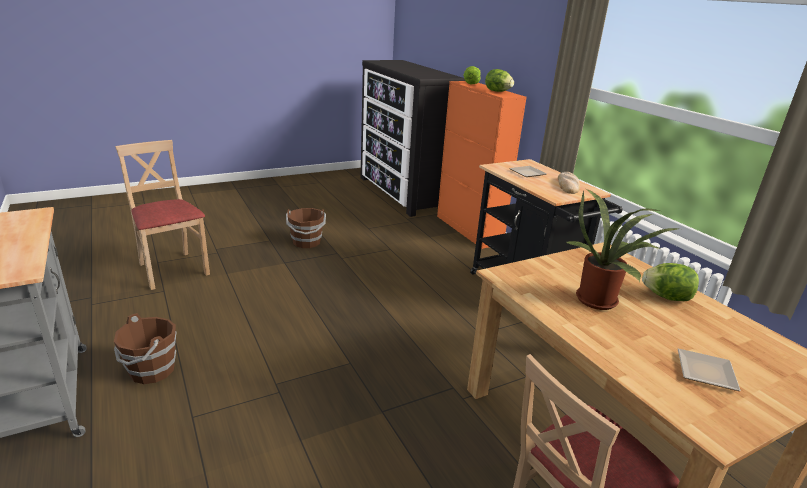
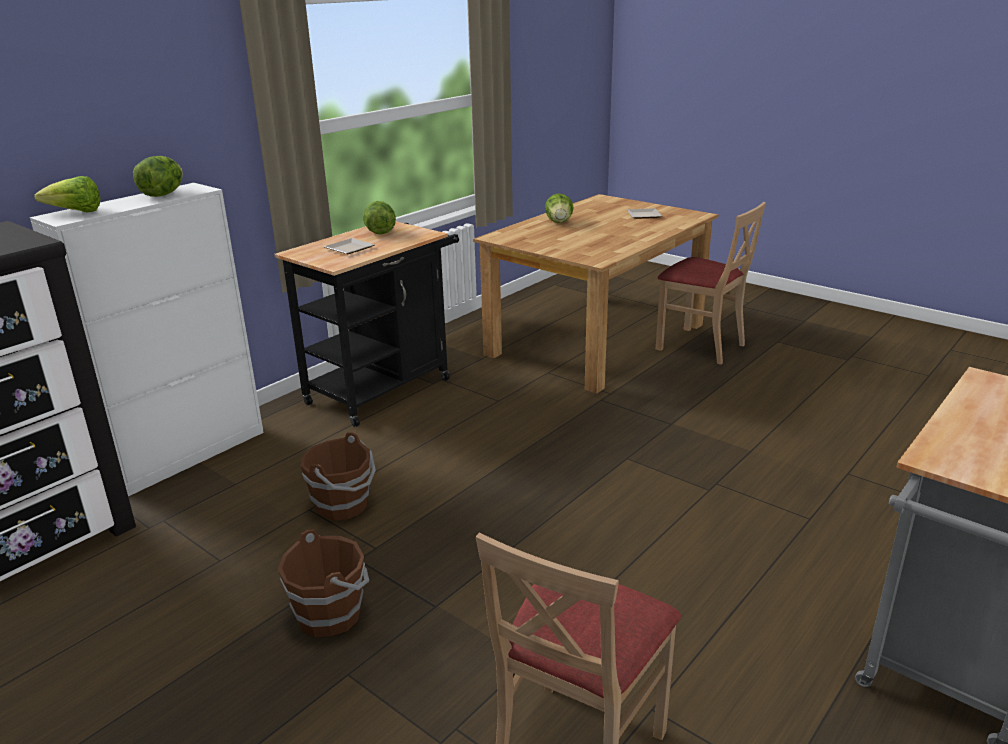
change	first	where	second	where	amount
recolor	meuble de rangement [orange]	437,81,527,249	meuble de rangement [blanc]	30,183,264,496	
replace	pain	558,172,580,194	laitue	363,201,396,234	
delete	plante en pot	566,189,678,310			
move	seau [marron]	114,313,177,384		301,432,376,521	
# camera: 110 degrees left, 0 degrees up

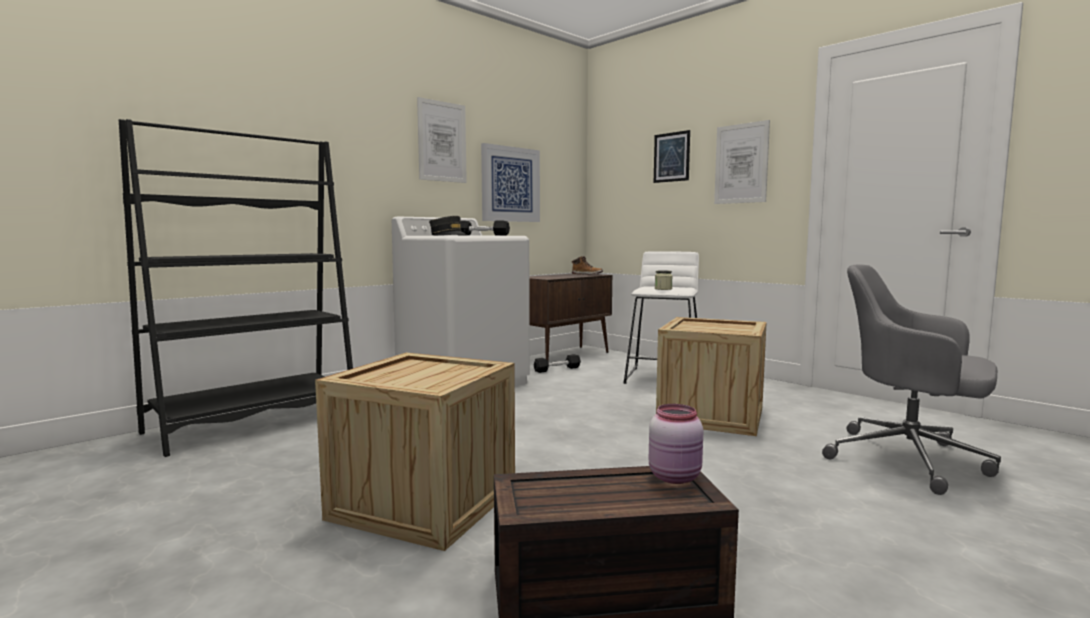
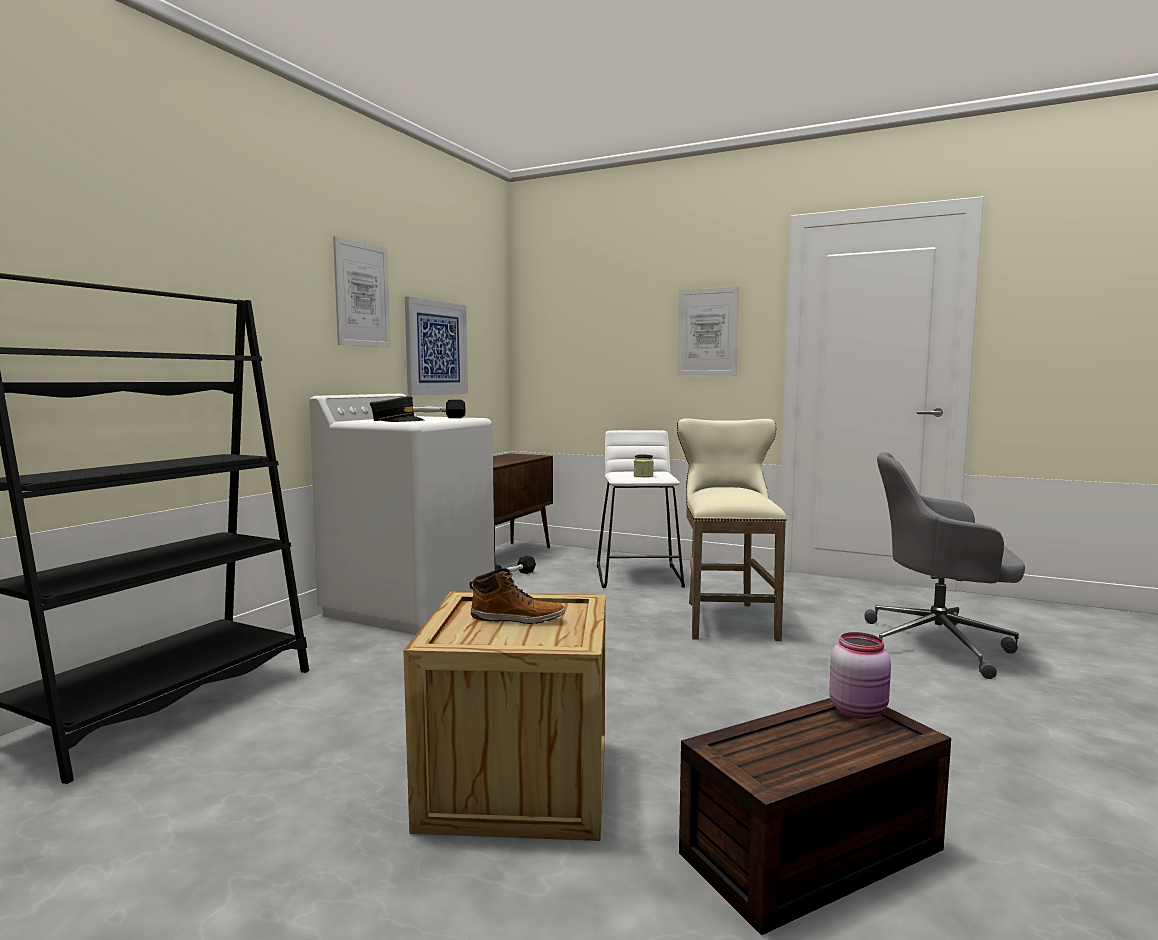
change	first	where	second	where	amount
delete	tableau	654,130,690,183			
move	botte	572,256,603,275		469,568,565,624	
replace	caisse	656,317,767,436	tabouret [beige]	677,418,787,641	
# camera: 20 degrees left, 0 degrees up

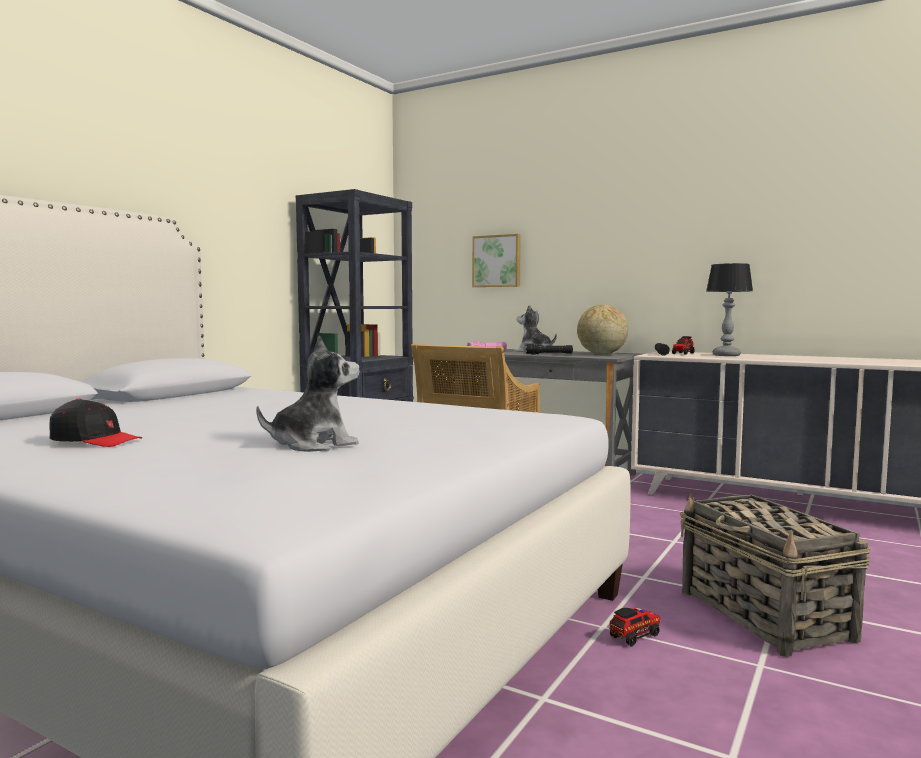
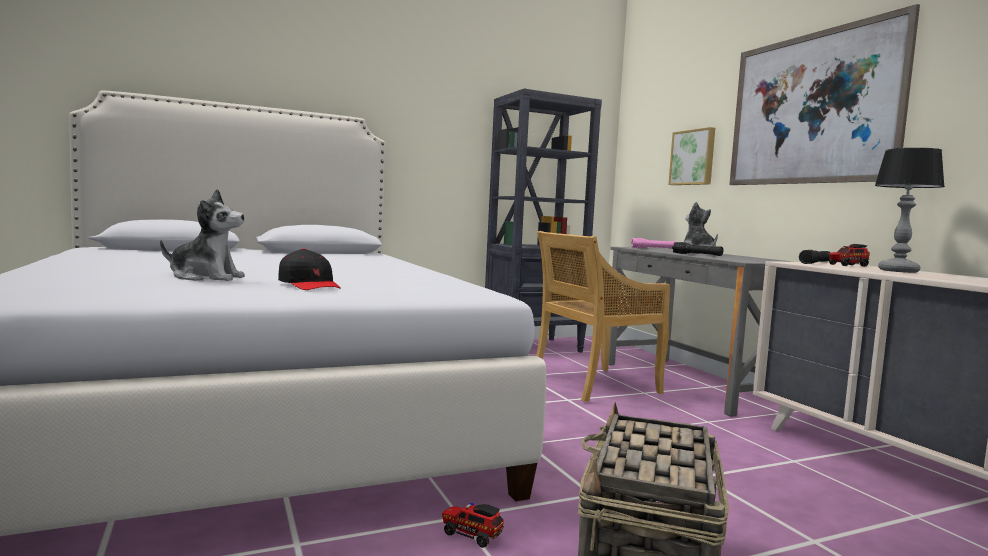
change	first	where	second	where	amount
delete	globe	577,304,628,355			
move	casquette [noir]	50,398,142,447		278,248,341,290	
rotate	camion jouet	610,608,660,646		442,503,504,548	150 degrees counterclockwise
insert			tableau	729,4,920,185	
# camera: 35 degrees right, 0 degrees up

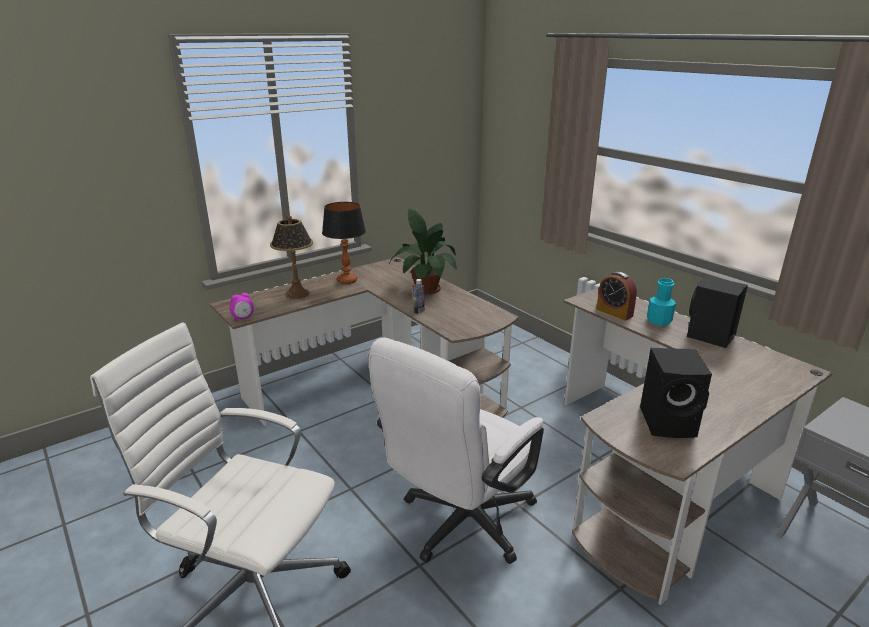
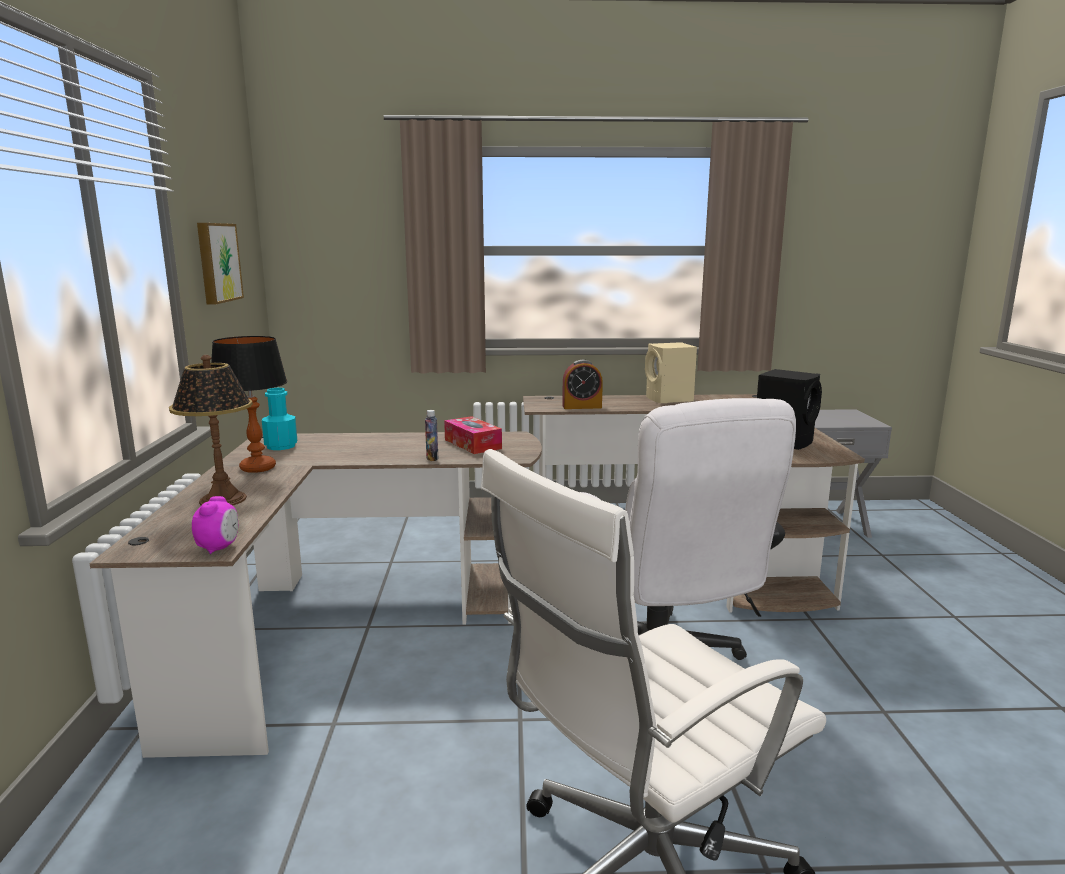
change	first	where	second	where	amount
delete	plante en pot	389,209,457,295			
recolor	enceinte [noir]	687,276,748,348	enceinte [beige]	645,342,697,403	
move	bouteille [turquoise]	647,278,676,326		262,388,297,450	
insert			tableau	197,223,244,305	
insert			boîte à mouchoirs	444,416,502,454	
# camera: 55 degrees left, 10 degrees down

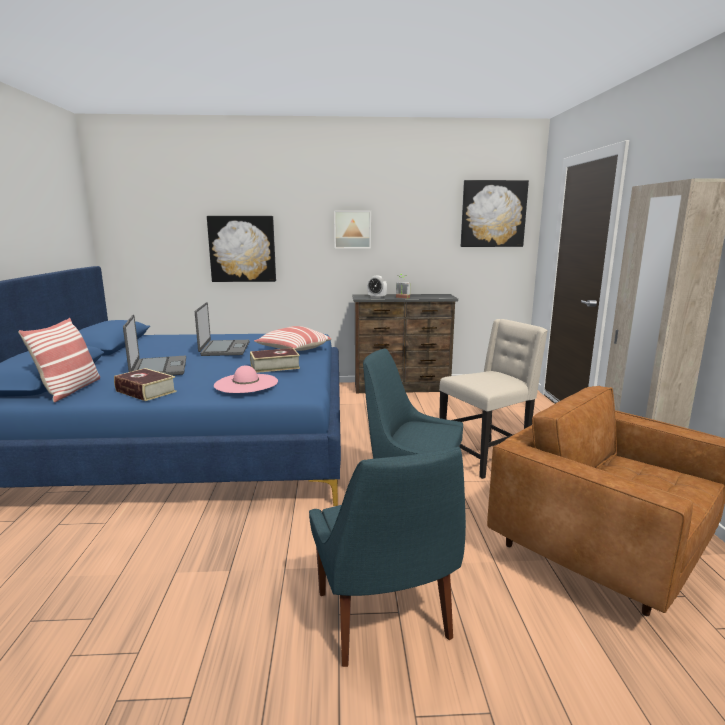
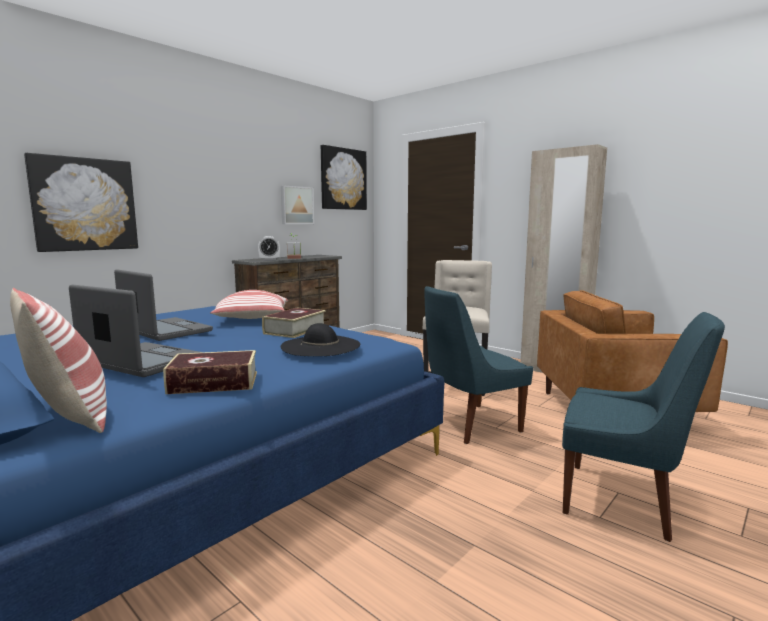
change	first	where	second	where	amount
move	tableau	334,210,371,249		281,185,314,224	
recolor	chapeau [rose]	214,365,278,393	chapeau [noir]	281,323,360,356	
# camera: 45 degrees left, 5 degrees down

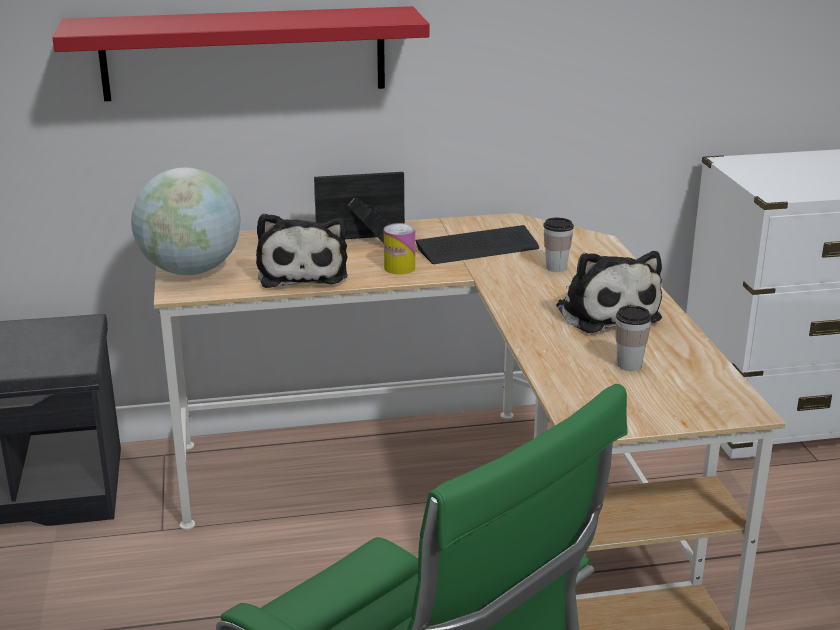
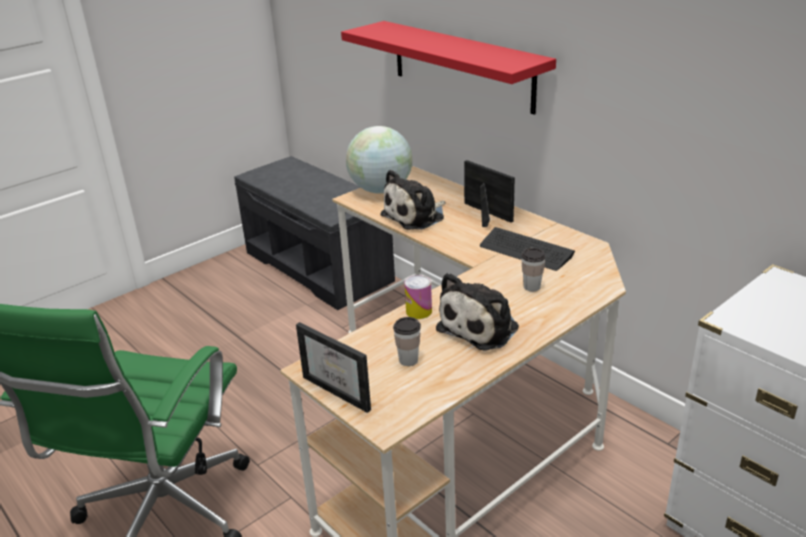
change	first	where	second	where	amount
move	boîte métallique	384,223,415,274		405,275,432,319	
insert			cadre photo	296,322,371,413	
# camera: 60 degrees right, 5 degrees up

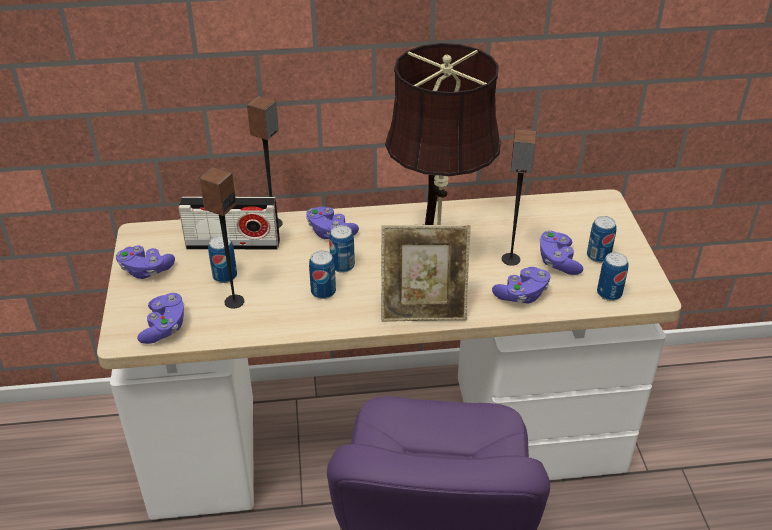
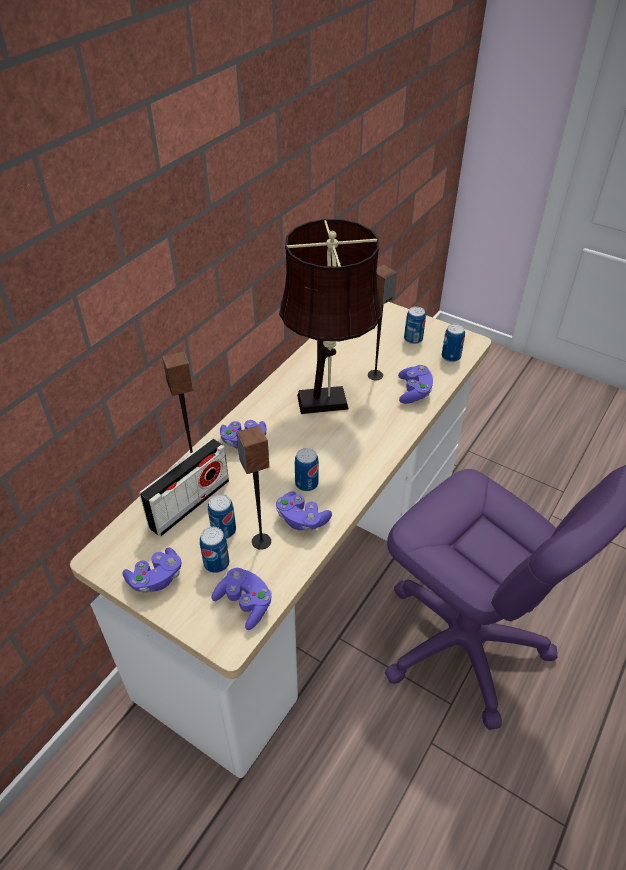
change	first	where	second	where	amount
move	boîte métallique	329,225,355,273		200,527,229,573	
delete	cadre photo	381,225,471,322			
move	manette [violet]	539,231,583,275		276,491,332,531	
# camera: 50 degrees left, 5 degrees up

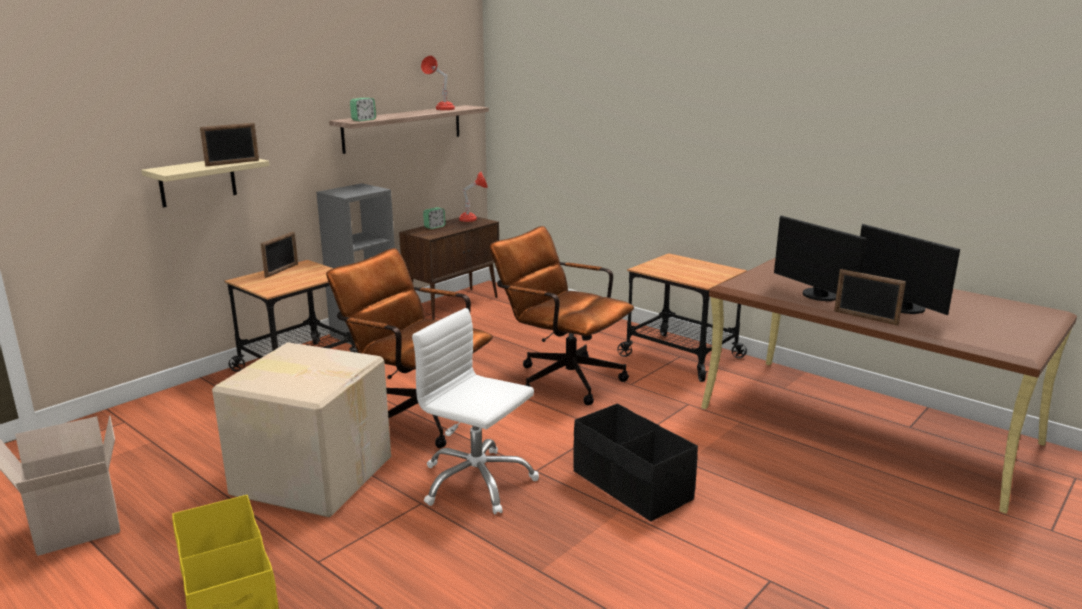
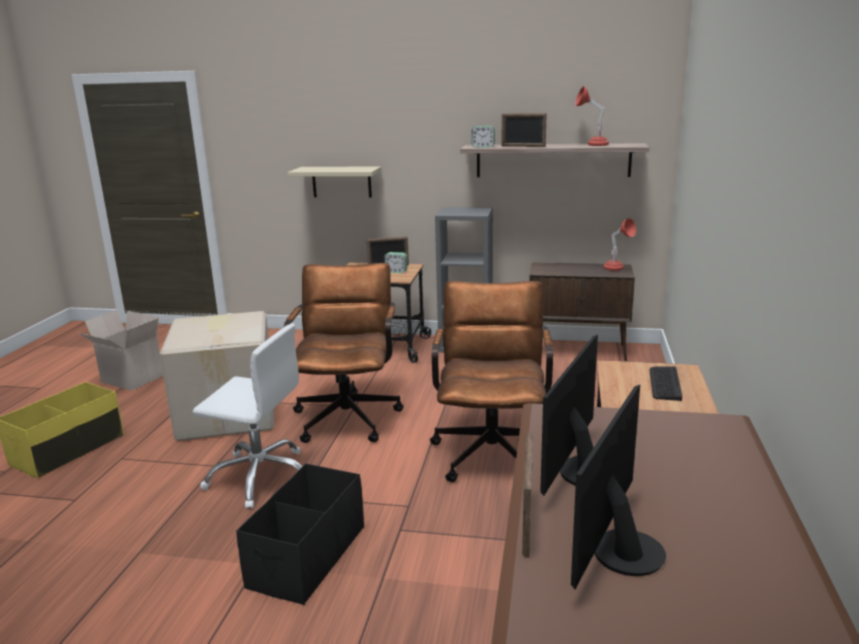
change	first	where	second	where	amount
move	cadre photo	200,123,259,166		502,113,547,147	
move	réveil	423,207,446,229		384,252,407,273	
rotate	chaise de bureau [blanc]	412,308,539,515		193,324,302,509	105 degrees clockwise
insert			clavier	649,367,682,401	
# camera: 60 degrees right, 0 degrees up

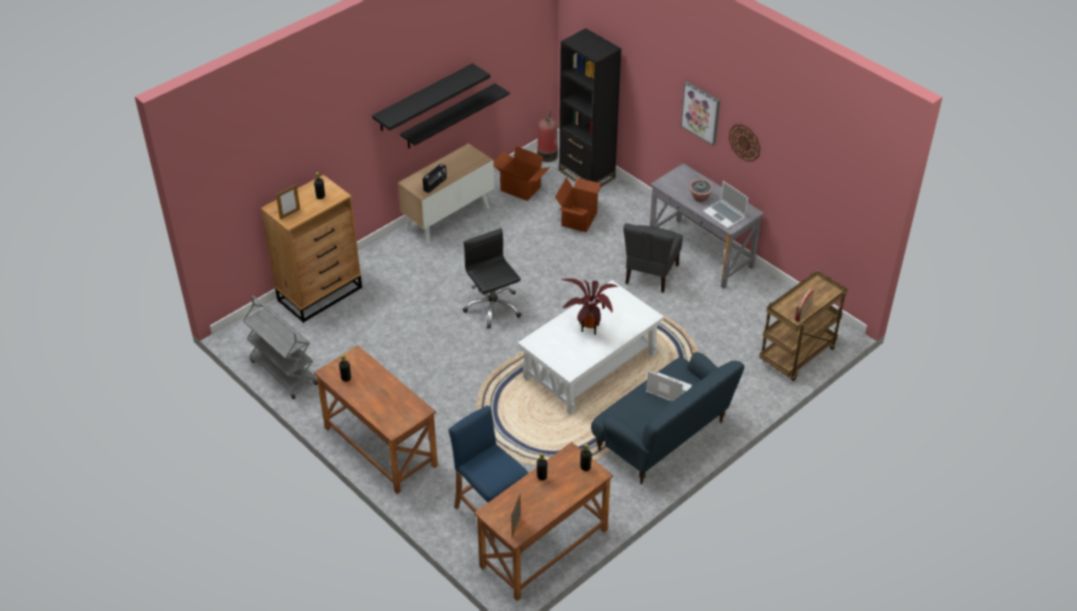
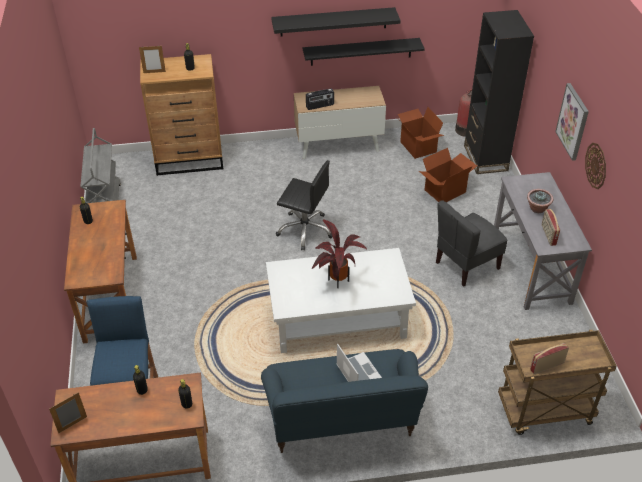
change	first	where	second	where	amount
replace	ordinateur portable	703,181,748,229	radio	542,209,560,246	
rotate	chaise de bureau [noir]	463,228,522,329		276,160,332,250	105 degrees clockwise
# camera: 35 degrees right, 0 degrees up

